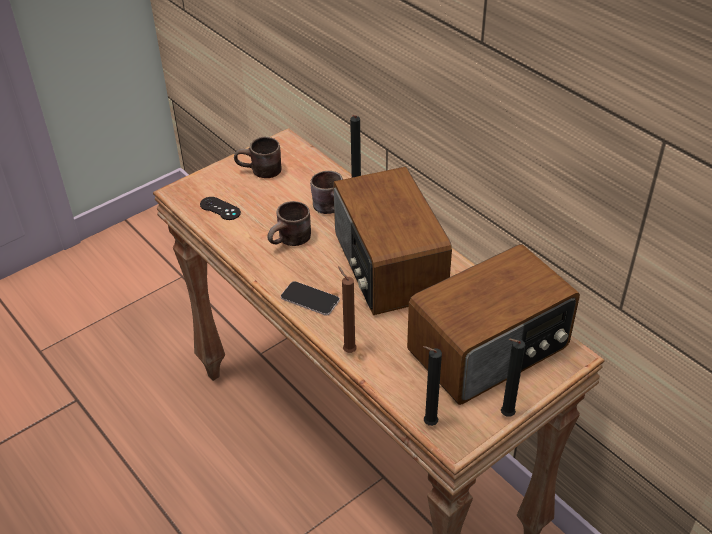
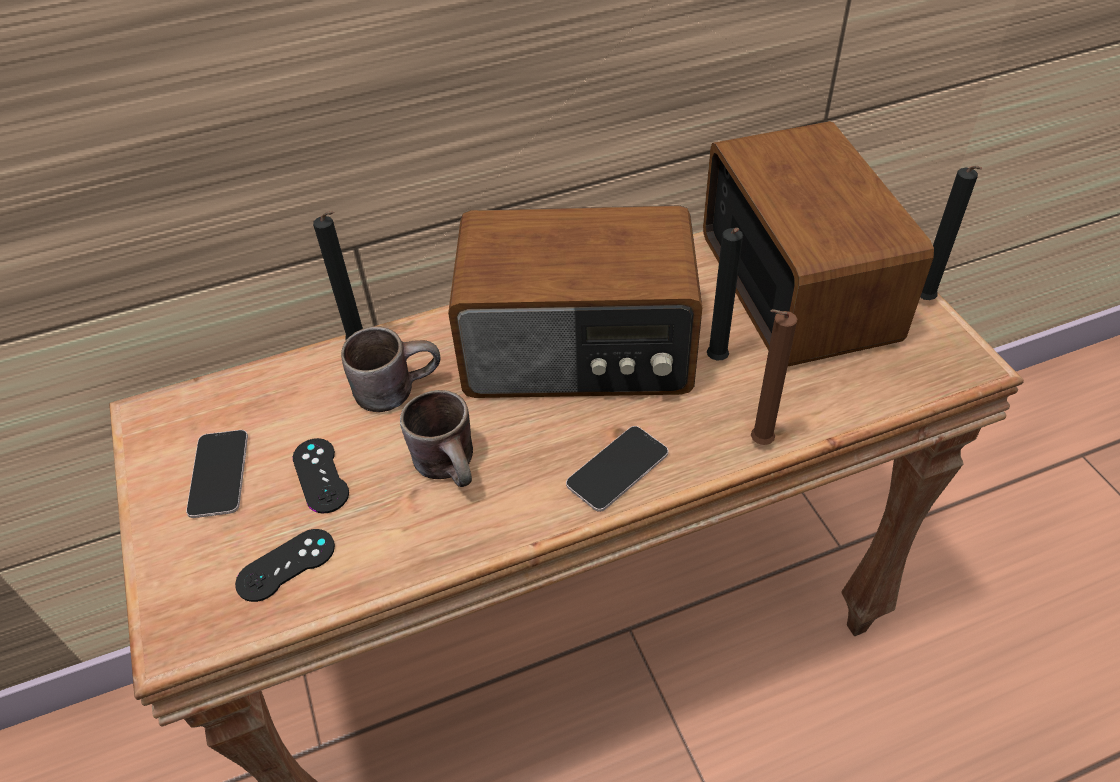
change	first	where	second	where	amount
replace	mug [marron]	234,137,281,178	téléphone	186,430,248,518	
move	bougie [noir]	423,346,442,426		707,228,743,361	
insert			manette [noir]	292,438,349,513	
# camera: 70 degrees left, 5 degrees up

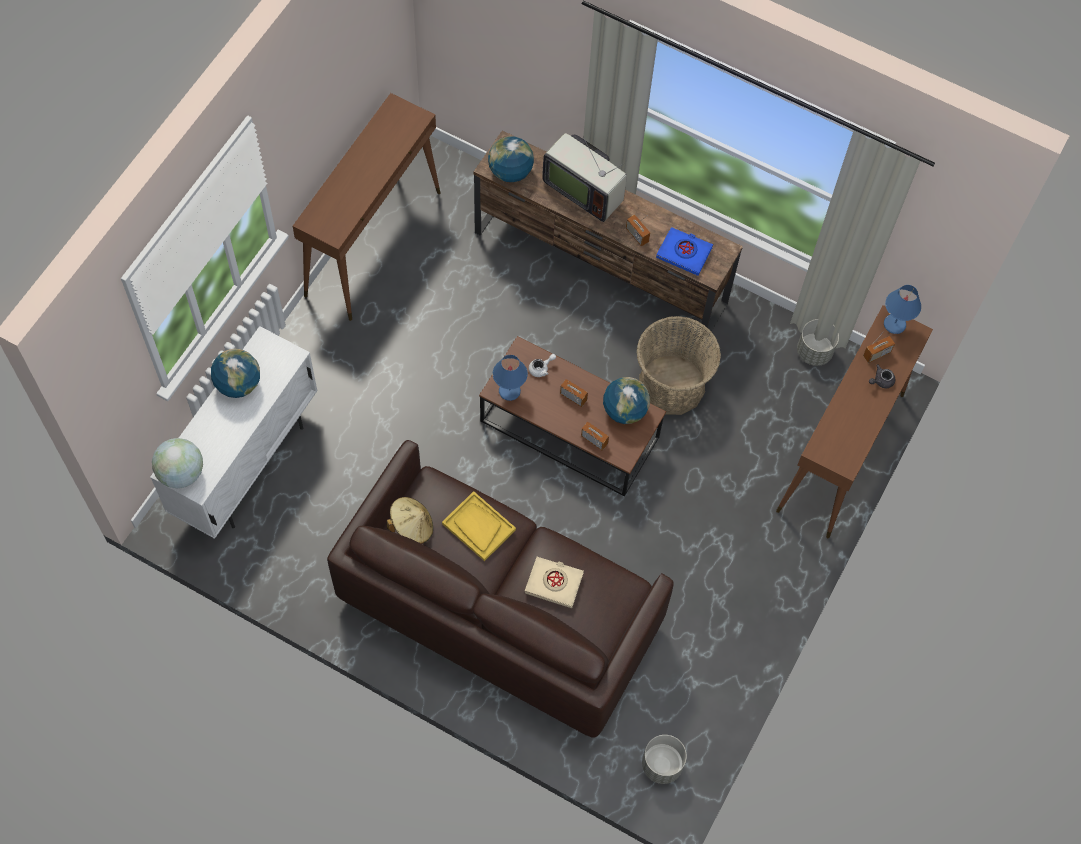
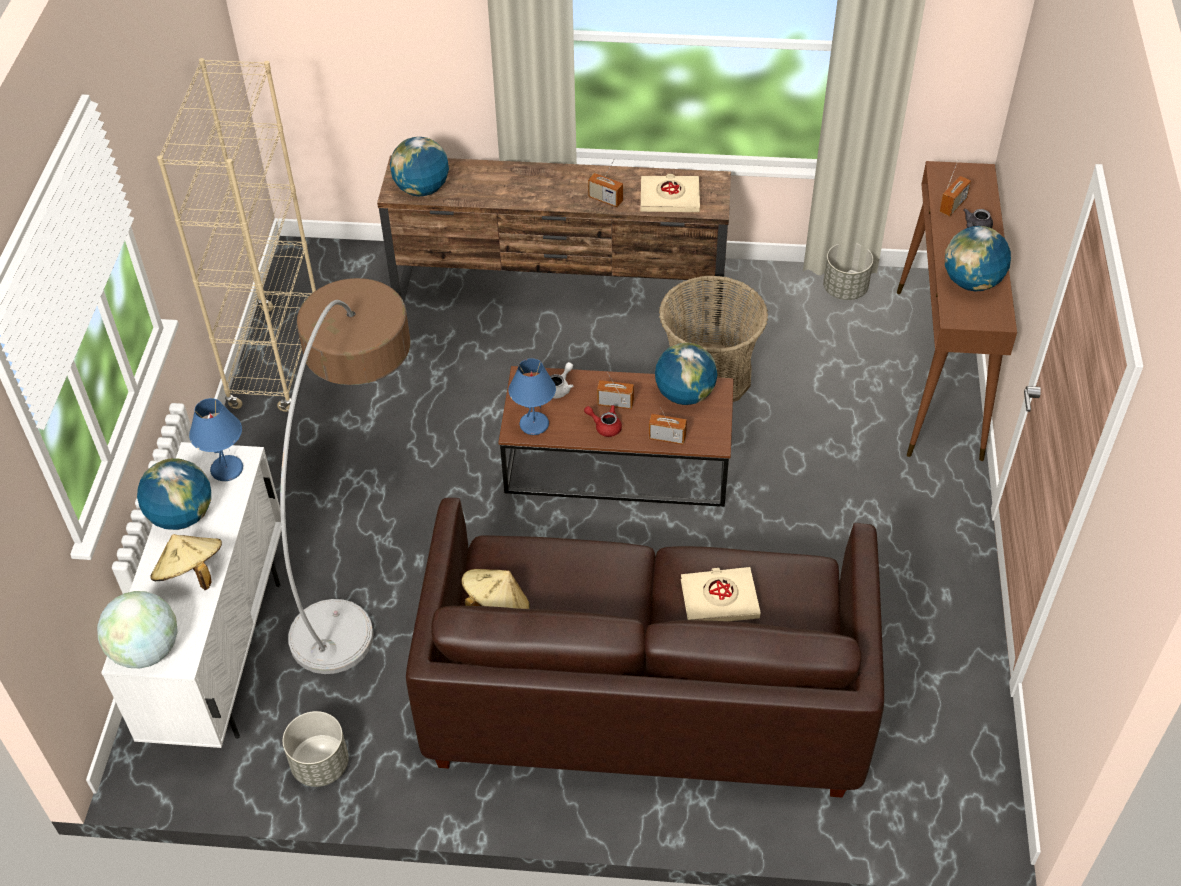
change	first	where	second	where	amount
replace	table console [marron]	293,93,440,321	bibliothèque [beige]	157,58,316,412	
delete	téléviseur	542,133,627,222			
recolor	livre [bleu]	656,227,713,276	livre [beige]	641,174,700,212	
move	lampe de table [bleu]	884,285,921,334		189,398,243,481	
delete	plateau [jaune]	442,491,516,561			
move	cache-pot [gris]	642,735,687,784		283,711,349,787	
insert			globe	945,226,1011,292	
insert			lampadaire	280,278,410,674	
insert			théière [rouge]	584,405,622,437	
insert			chapeau [beige]	150,534,222,590	
# camera: 20 degrees left, 15 degrees down

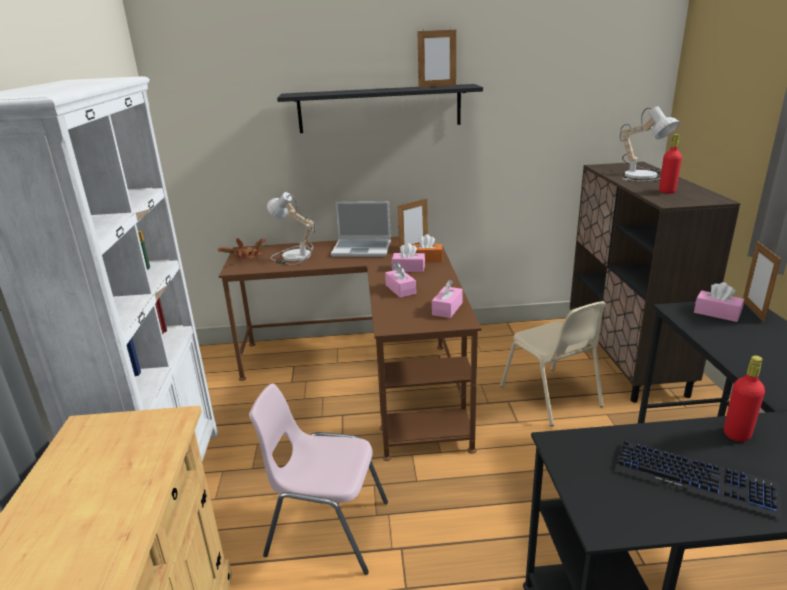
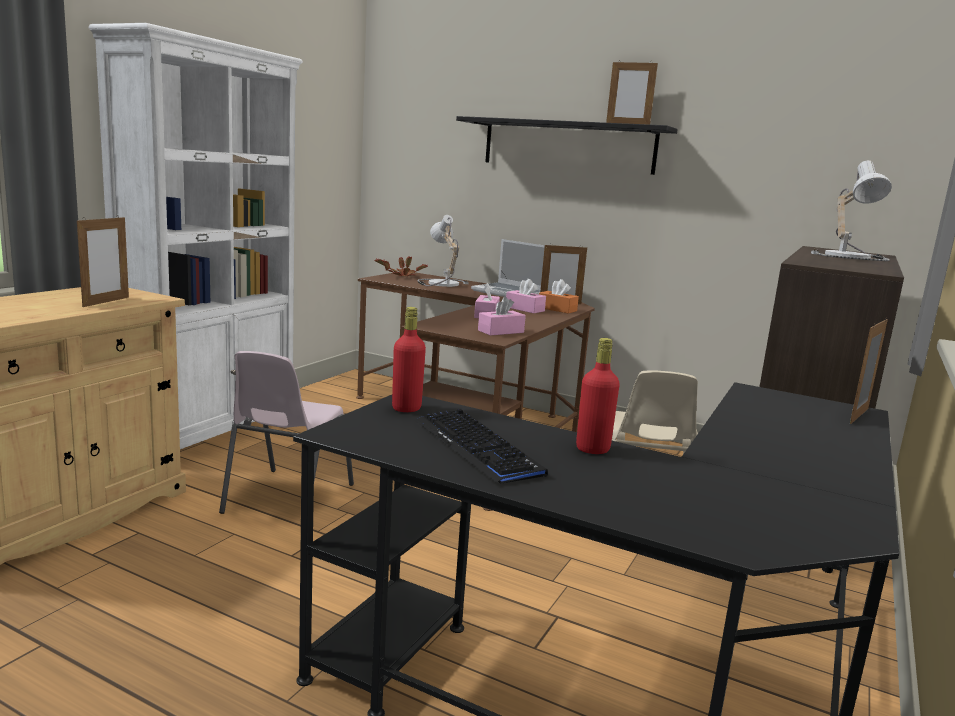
change	first	where	second	where	amount
move	bouteille [rouge]	659,134,682,194		392,307,426,412	
delete	boîte à mouchoirs [rose]	694,282,744,322			
rotate	chaise [rose]	249,384,388,575		219,351,354,514	120 degrees counterclockwise
insert			cadre photo	77,215,129,307	
# camera: 30 degrees right, 10 degrees down

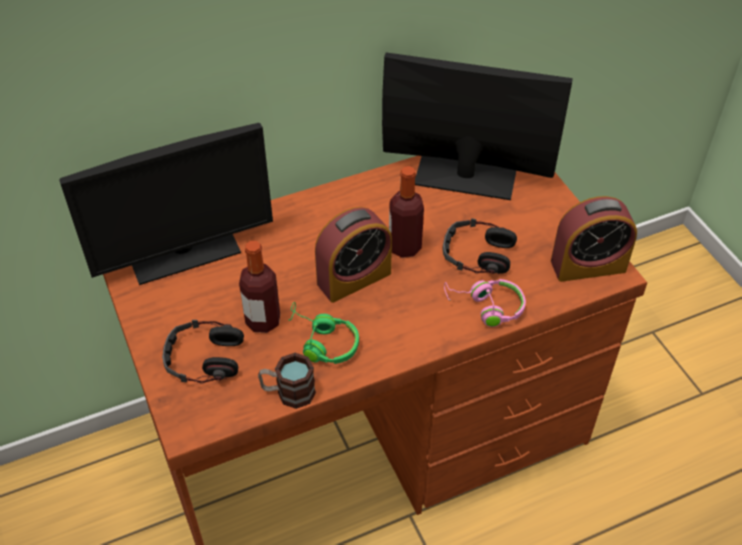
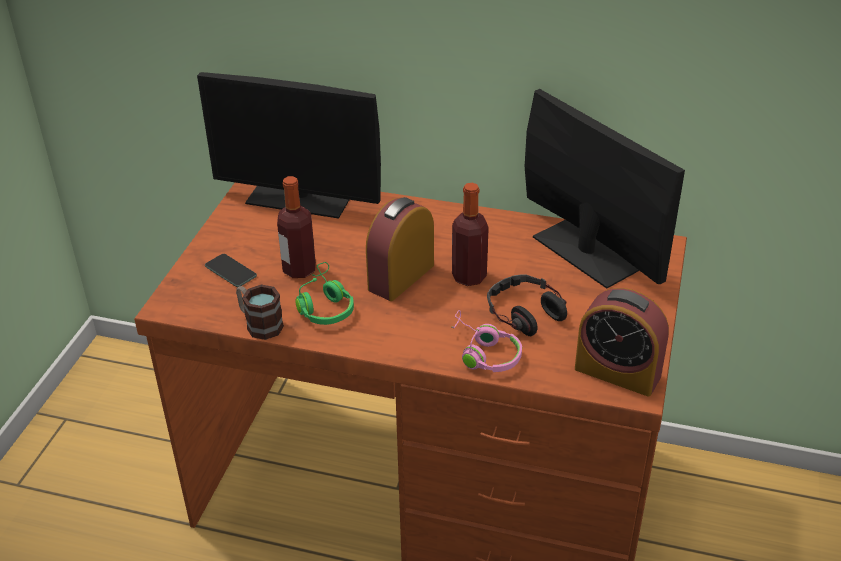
change	first	where	second	where	amount
rotate	réveil	315,207,392,303		366,197,434,301	120 degrees clockwise
replace	casque audio	162,320,244,384	téléphone	205,254,257,287	
# camera: 40 degrees right, 10 degrees down

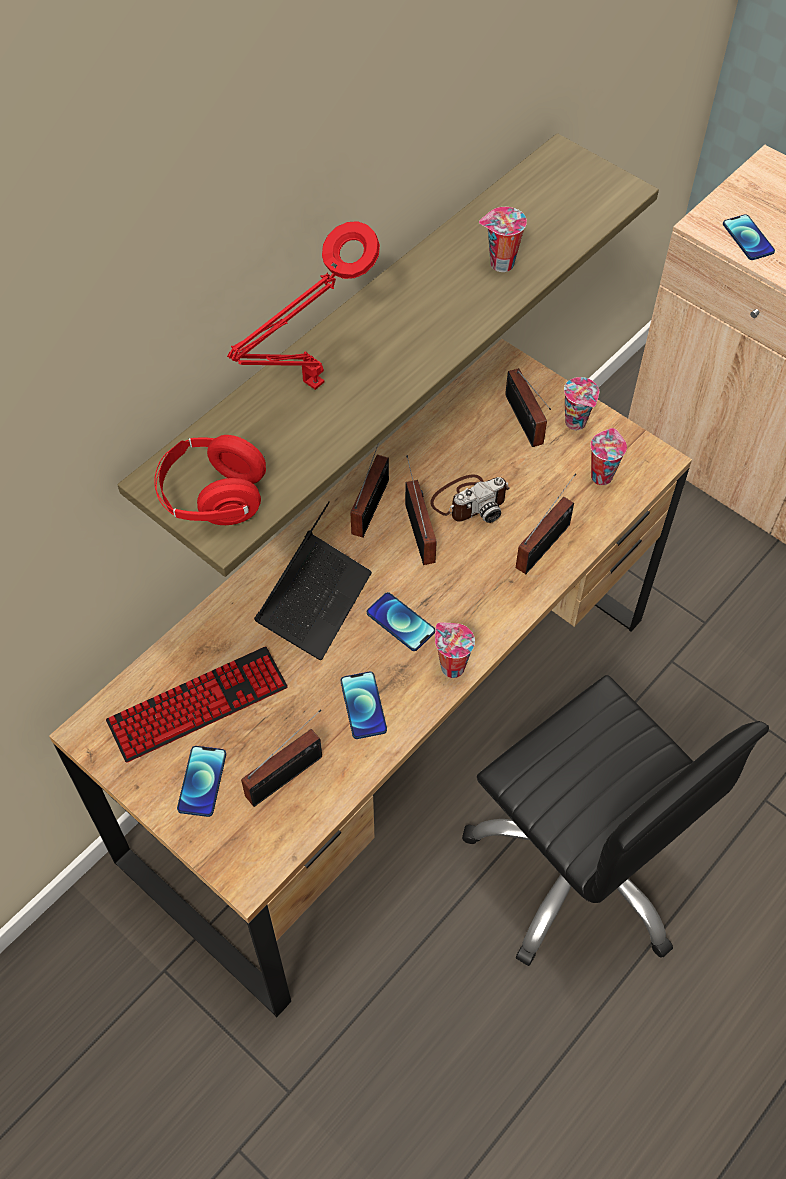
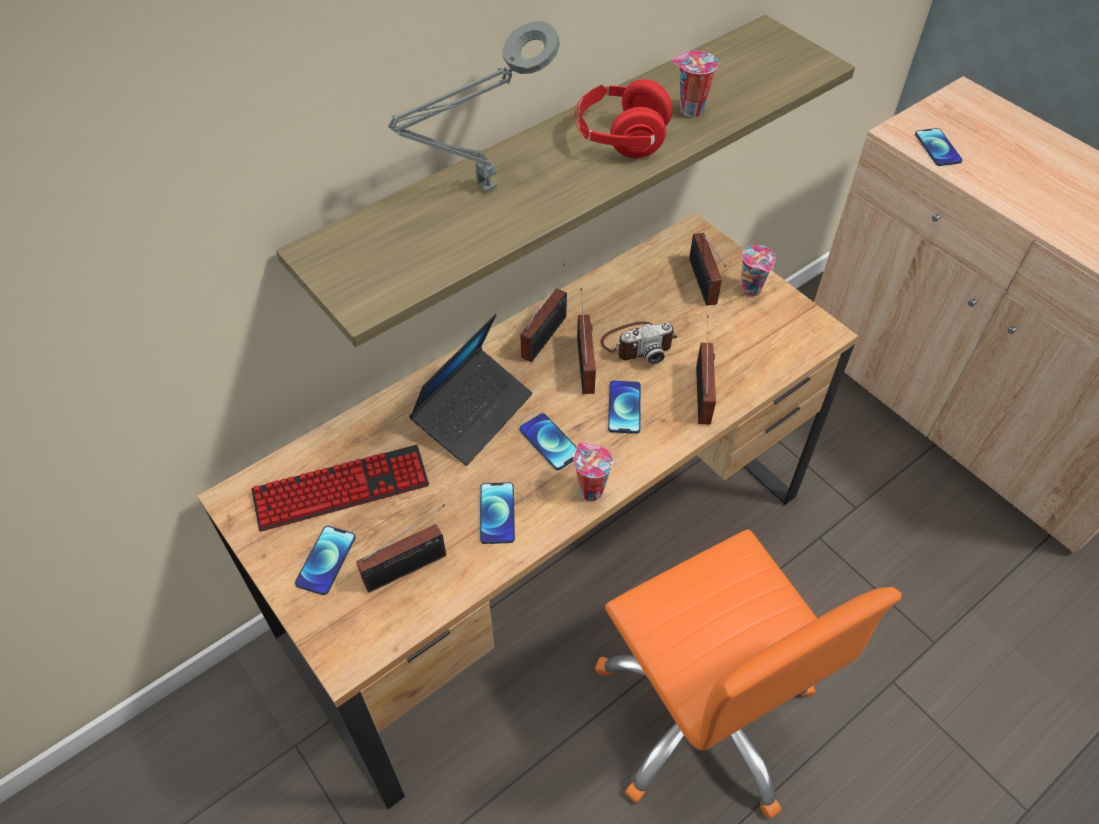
change	first	where	second	where	amount
recolor	lampe de table [rouge]	227,221,380,390	lampe de table [gris]	388,21,560,192	
delete	tasse	590,428,627,485			
move	casque audio [rouge]	154,435,266,525		575,79,672,158	
rotate	radio	516,473,576,574		696,315,716,425	45 degrees counterclockwise
recolor	chaise de bureau [noir]	462,675,769,966	chaise de bureau [orange]	595,529,902,818	
insert			téléphone	608,381,641,434	
# camera: 10 degrees right, 5 degrees down

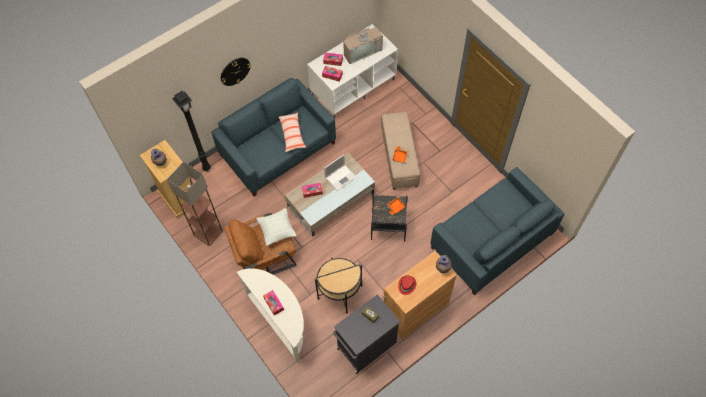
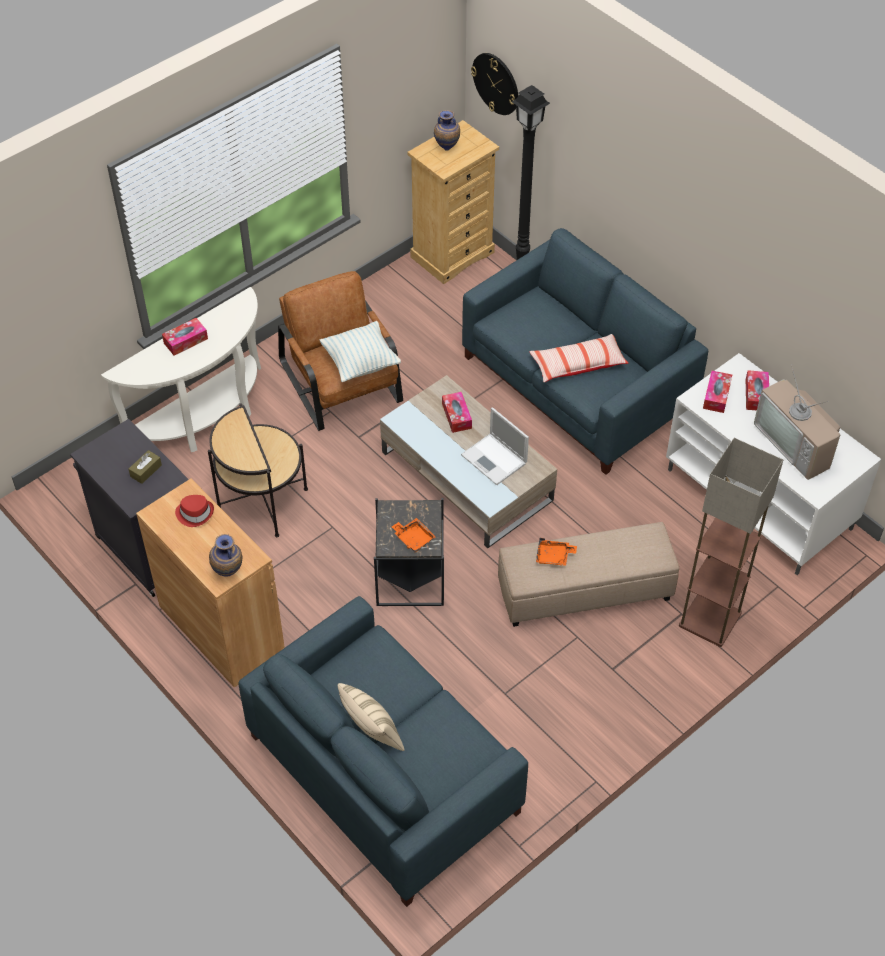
change	first	where	second	where	amount
move	horloge murale	221,58,251,86		471,53,518,115	
move	lampadaire	167,162,223,246		679,438,783,647	
insert			coussin [beige]	338,683,405,751	
# camera: 85 degrees right, 10 degrees down

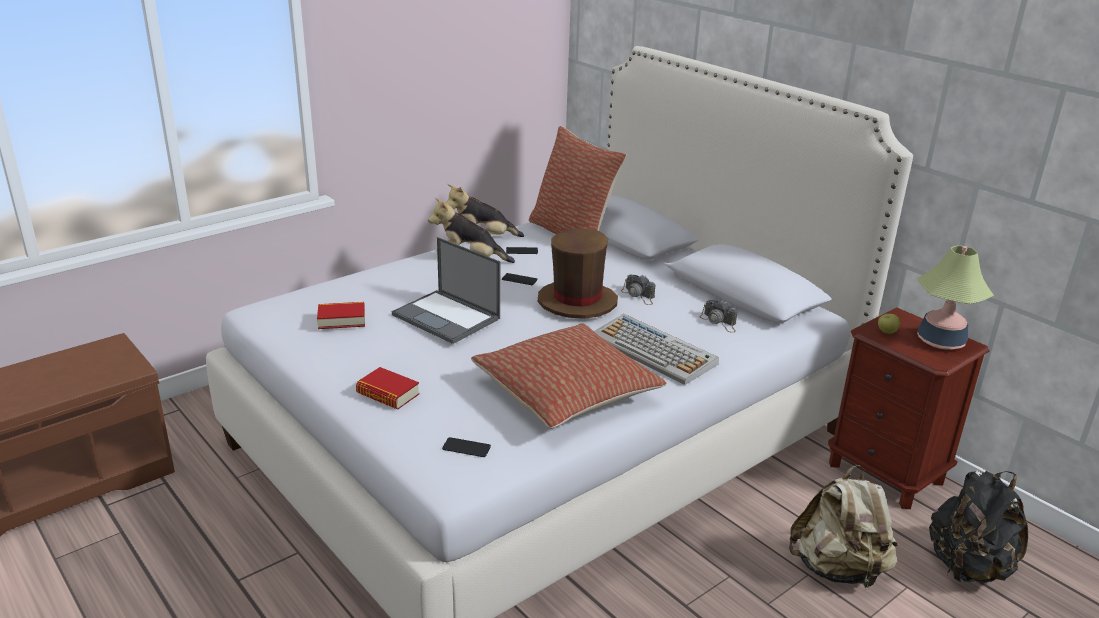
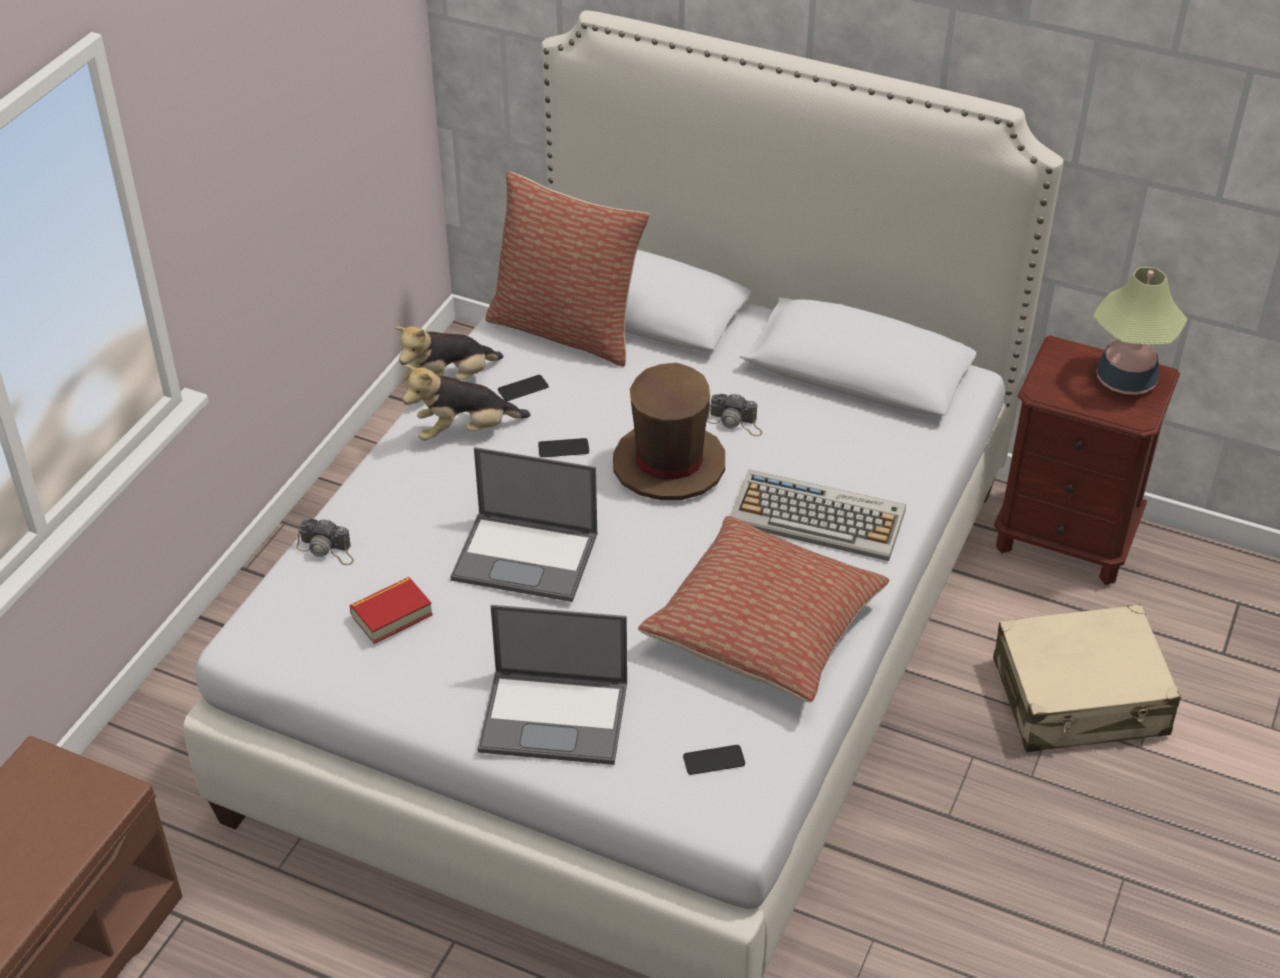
change	first	where	second	where	amount
move	appareil photo	700,300,738,333		296,518,354,565	
delete	pomme	878,314,900,334			
replace	livre	356,367,420,409	ordinateur portable	478,605,627,765	
replace	sac à dos [beige]	789,465,898,590	valise [beige]	993,604,1181,752	
delete	sac à dos [noir]	929,471,1028,583			
# camera: 25 degrees left, 15 degrees up

